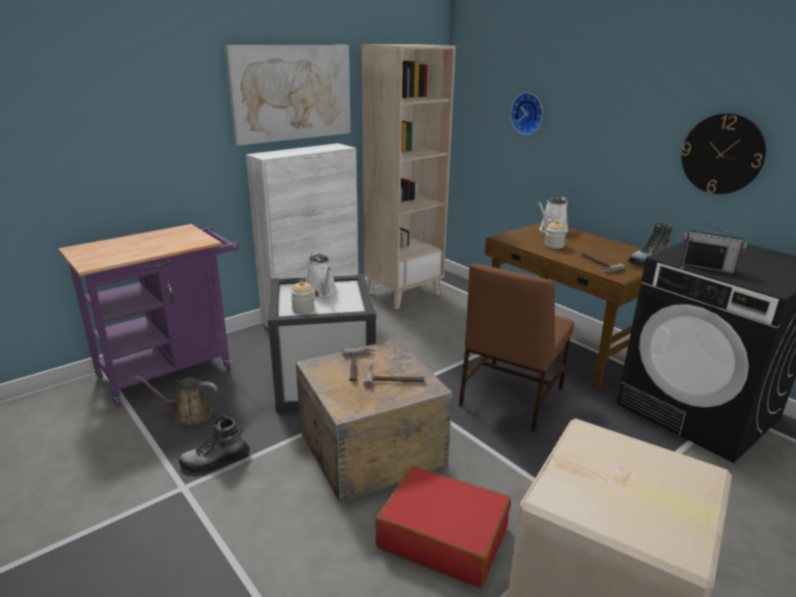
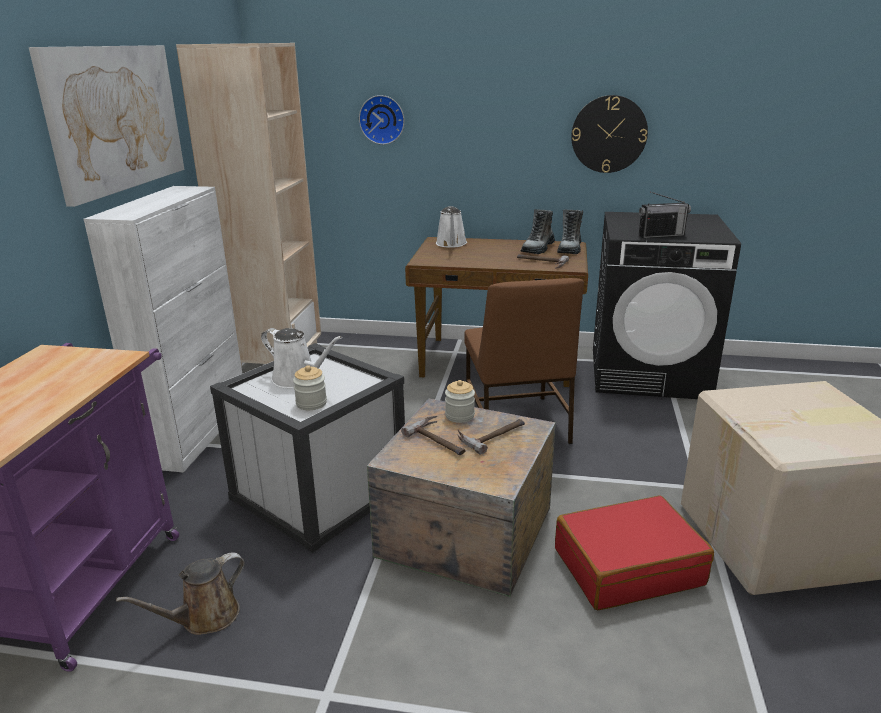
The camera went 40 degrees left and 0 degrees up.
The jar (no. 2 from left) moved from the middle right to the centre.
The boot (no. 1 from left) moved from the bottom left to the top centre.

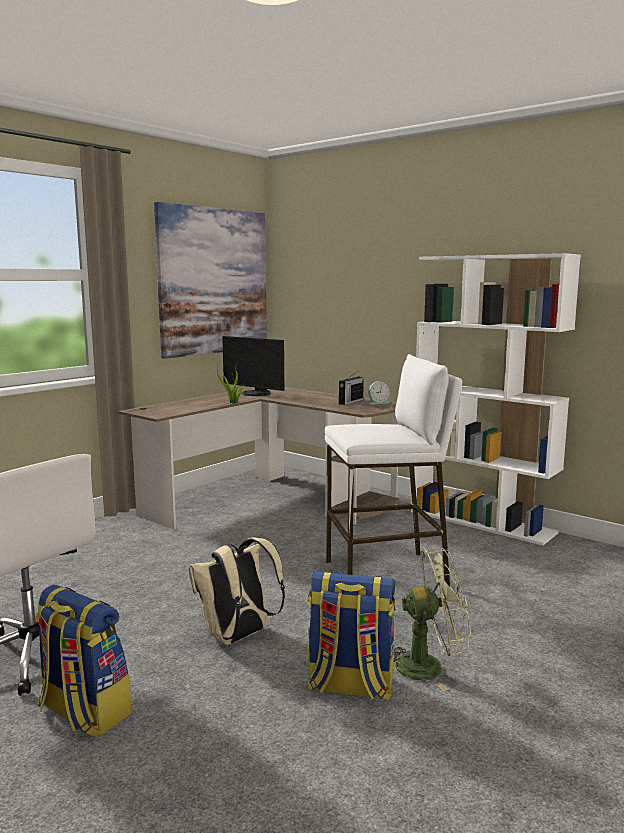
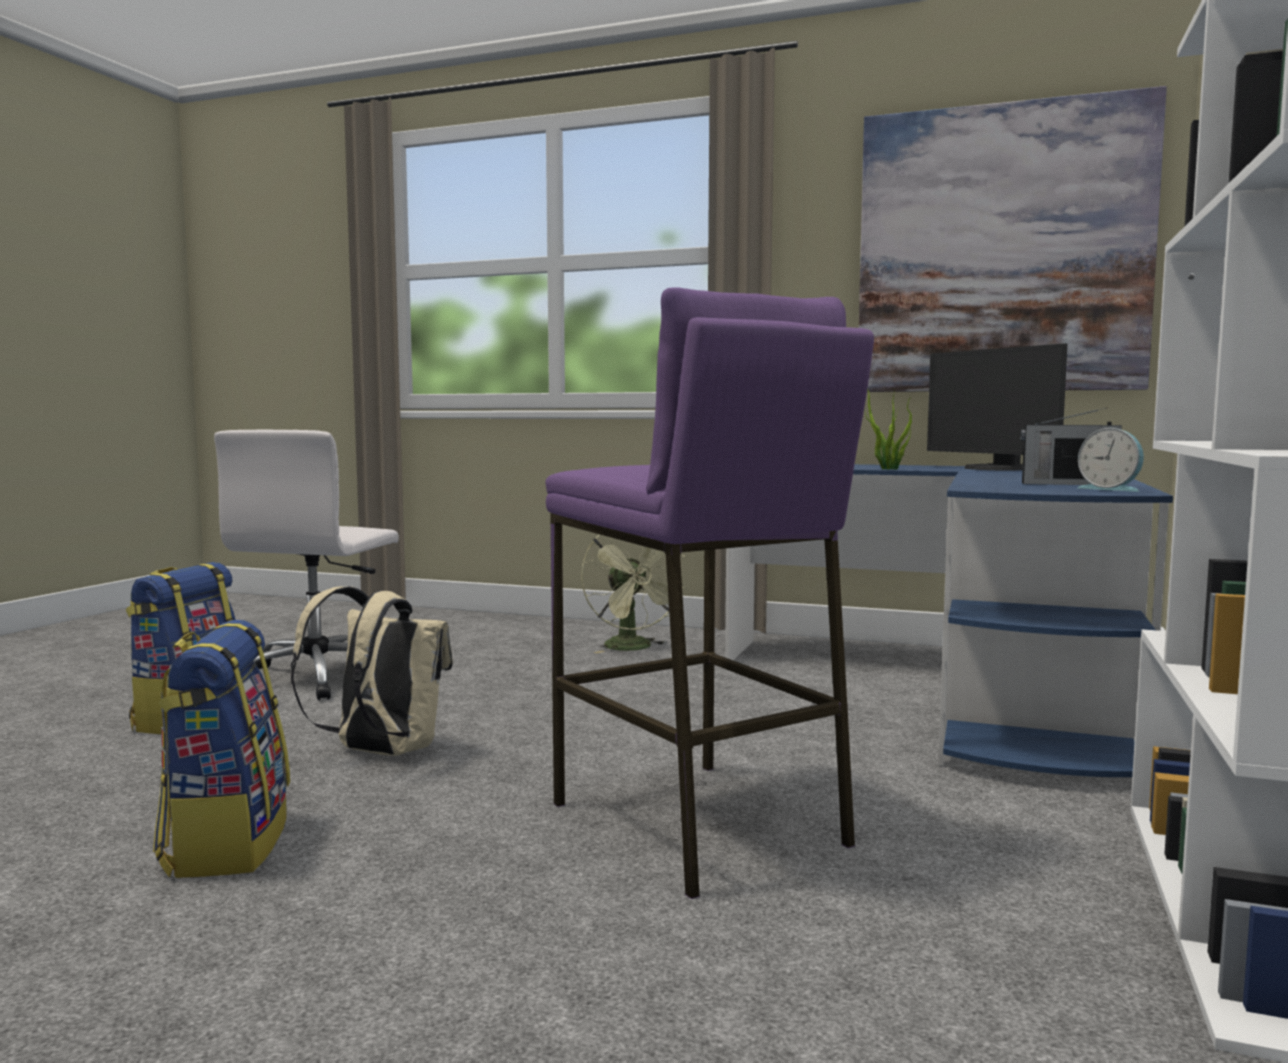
The camera went 70 degrees right and 5 degrees down.
The white stool at the centre became the purple stool at the centre.
The green fan moved from the bottom right to the centre.
The brown desk at the centre became the blue desk at the middle right.
The monitor at the centre turned 45 degrees counterclockwise.

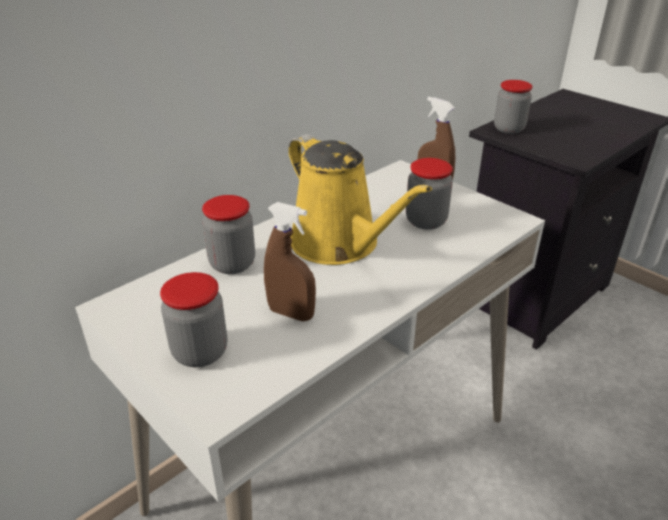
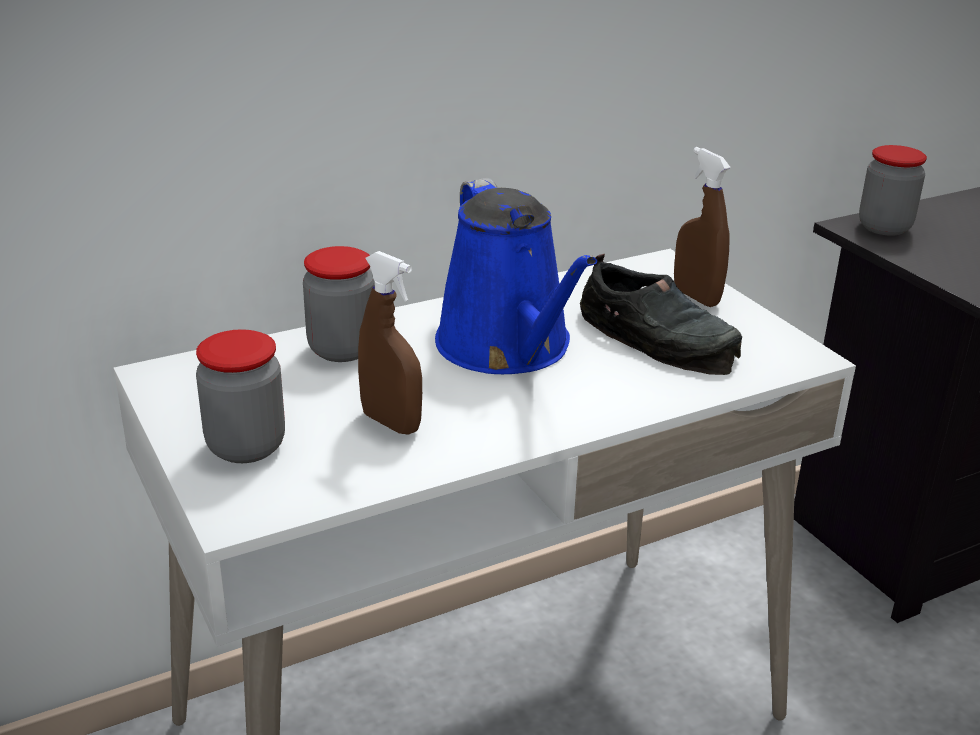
The camera went 15 degrees right and 5 degrees down.
The yellow watering can at the centre became the blue watering can at the centre.
The jar (no. 3 from left) at the centre was replaced by the black shoe at the middle right.

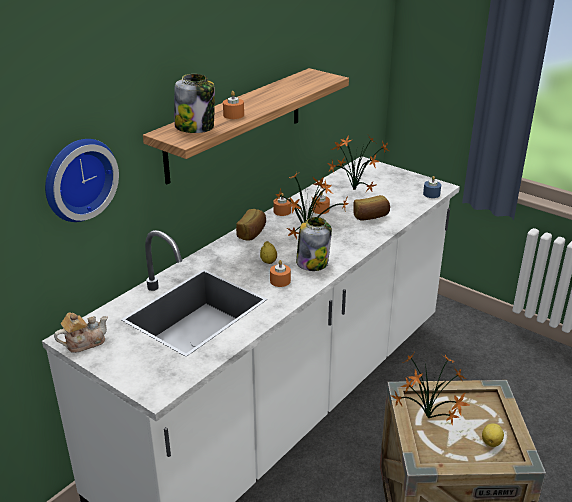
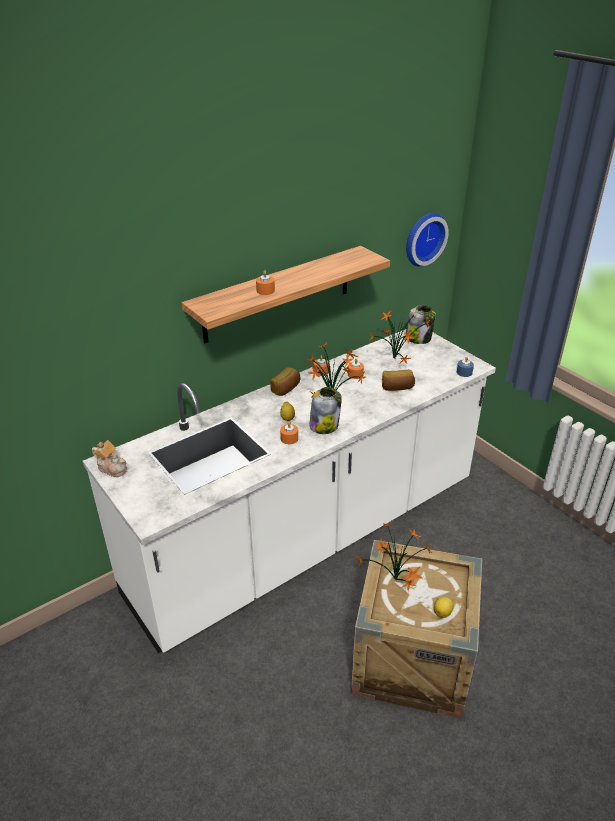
The camera went 15 degrees right and 5 degrees up.
The teapot at the middle left turned 45 degrees clockwise.
The wall clock moved from the middle left to the top right.
The jar (no. 1 from left in the first image) moved from the top centre to the middle right.

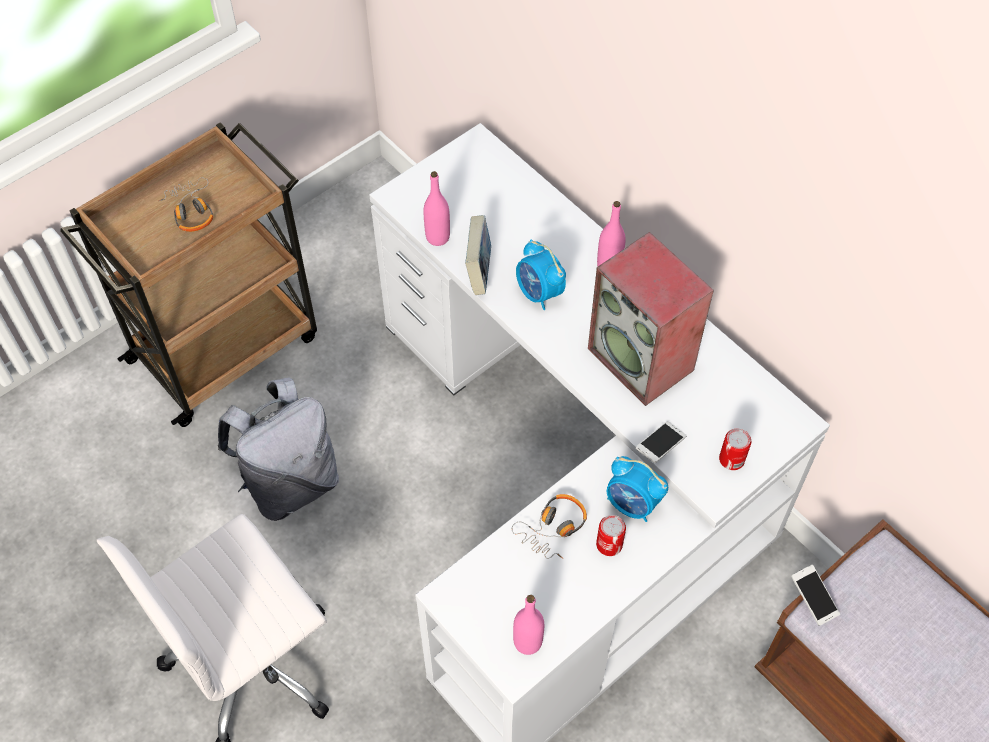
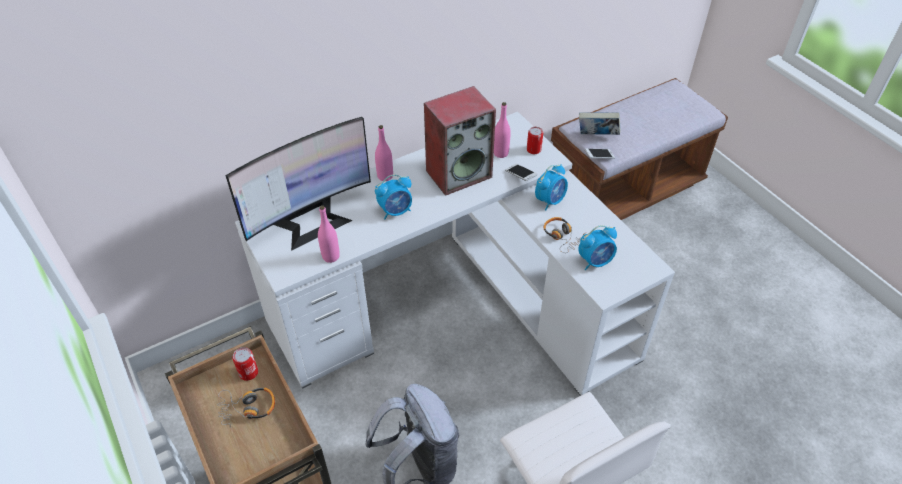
The camera went 80 degrees left and 10 degrees down.
The monitor at the middle left appeared.
The can (no. 1 from left) moved from the bottom centre to the bottom left.
The pink bottle (no. 2 from left in the first image) moved from the bottom centre to the top centre.
The alarm clock (no. 3 from left) at the centre appeared.
The book moved from the centre to the top centre.

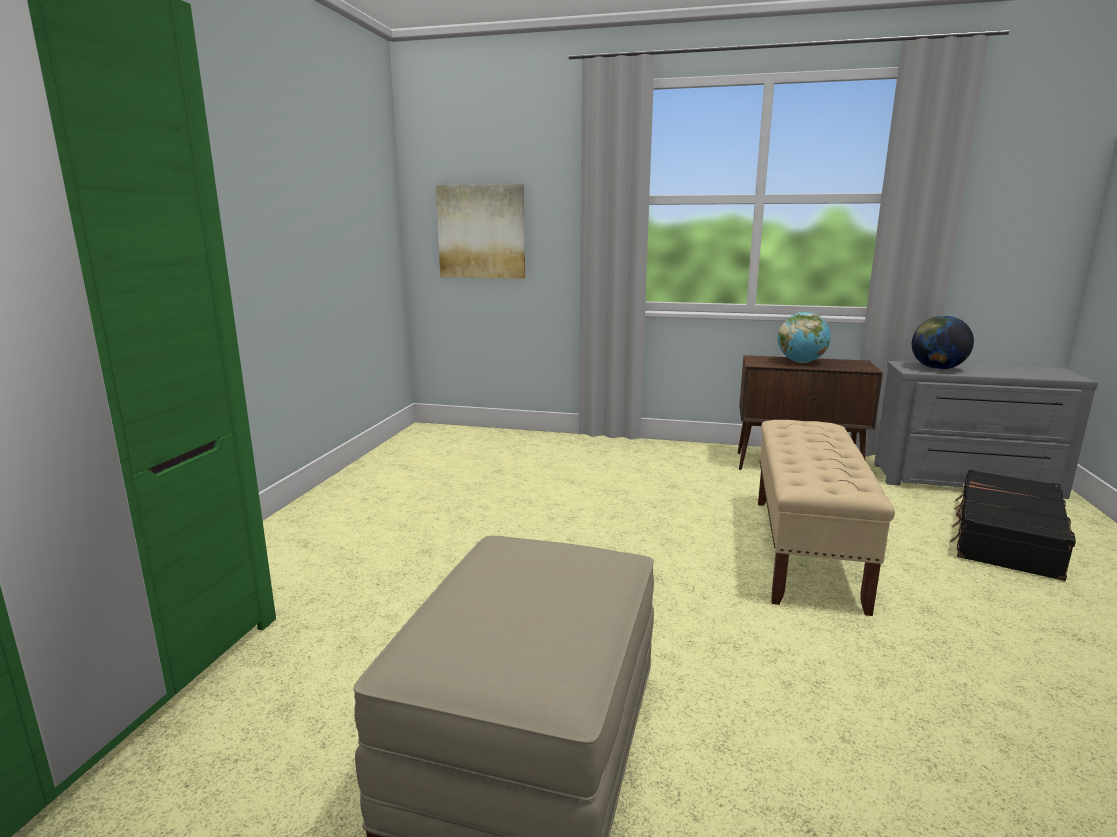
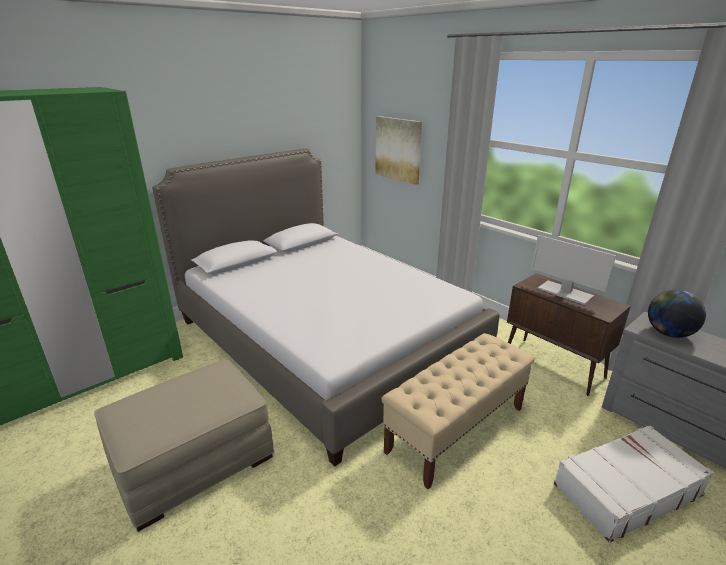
The camera went 35 degrees right and 10 degrees up.
The bed at the centre appeared.
The globe (no. 1 from left) at the middle right was replaced by the monitor at the middle right.
The black suitcase at the middle right became the white suitcase at the bottom right.

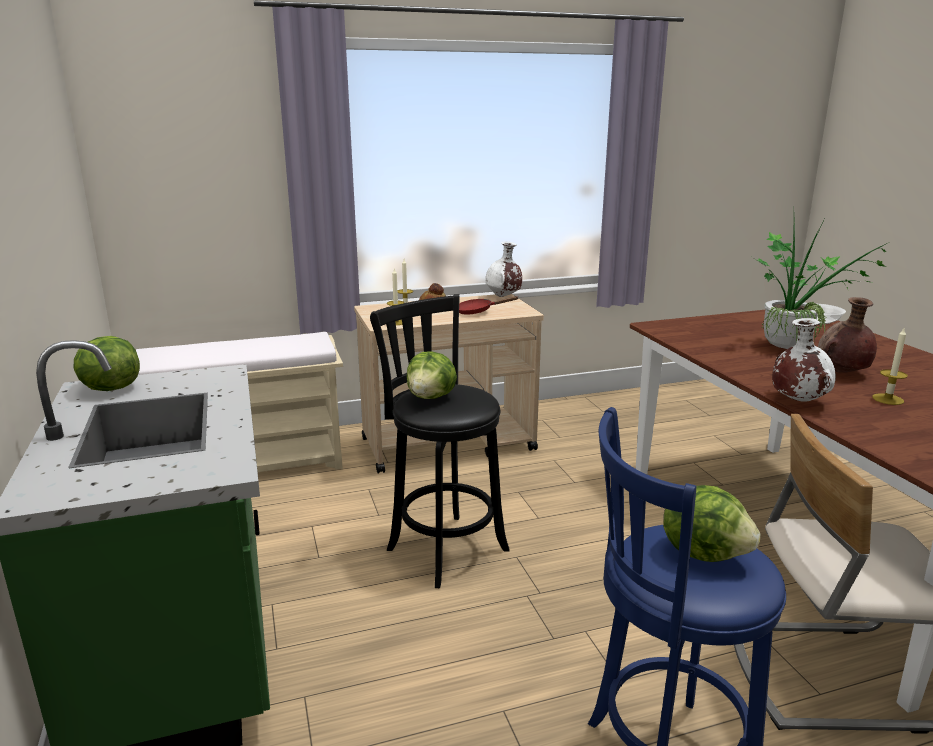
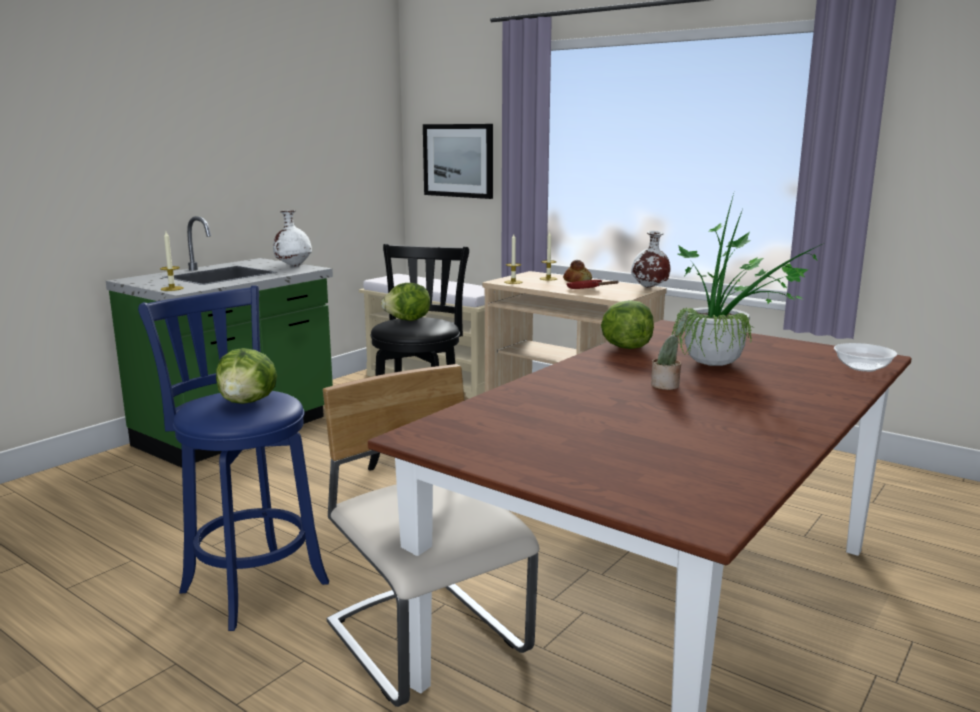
The camera went 55 degrees right and 5 degrees down.
The candle (no. 3 from left in the first image) moved from the middle right to the middle left.
The white vase (no. 2 from left in the first image) moved from the middle right to the middle left.
The picture at the top centre appeared.
The lettuce (no. 1 from left in the first image) moved from the middle left to the centre.
The brown vase at the middle right was replaced by the potted plant (no. 1 from left) at the middle right.

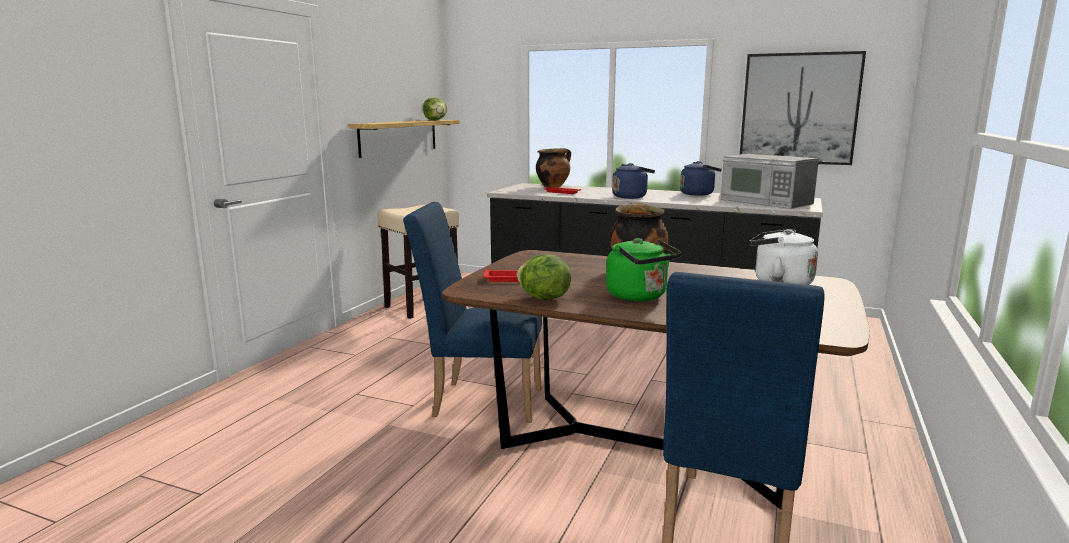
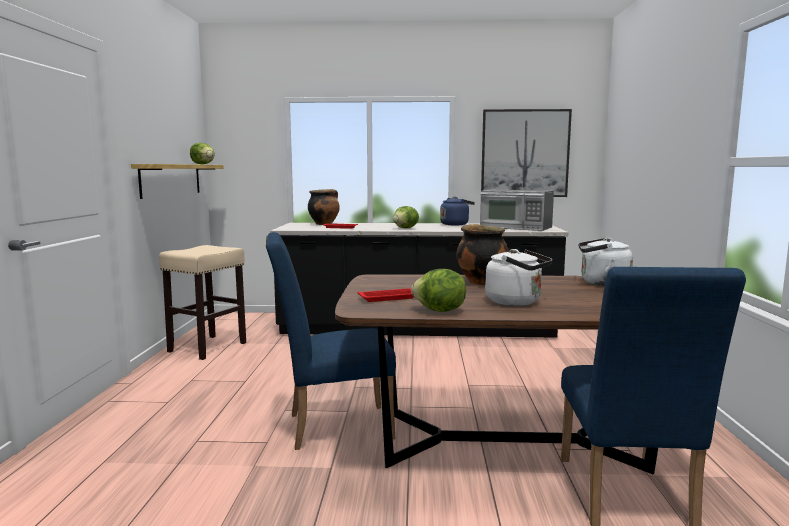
The camera went 20 degrees left and 5 degrees down.
The blue kettle (no. 1 from left) at the centre was replaced by the lettuce (no. 2 from left) at the centre.
The green kettle at the centre became the white kettle (no. 1 from left) at the centre.

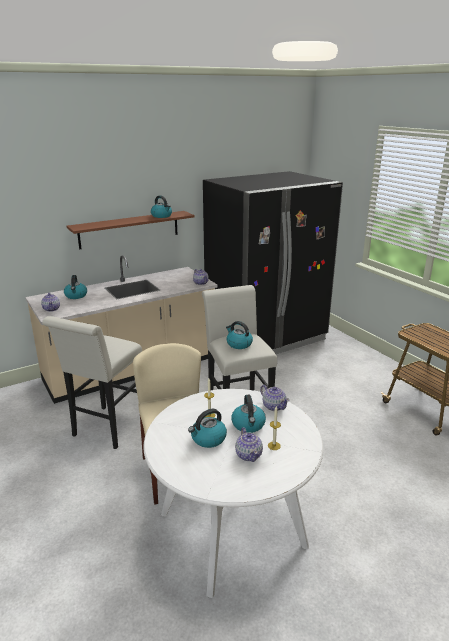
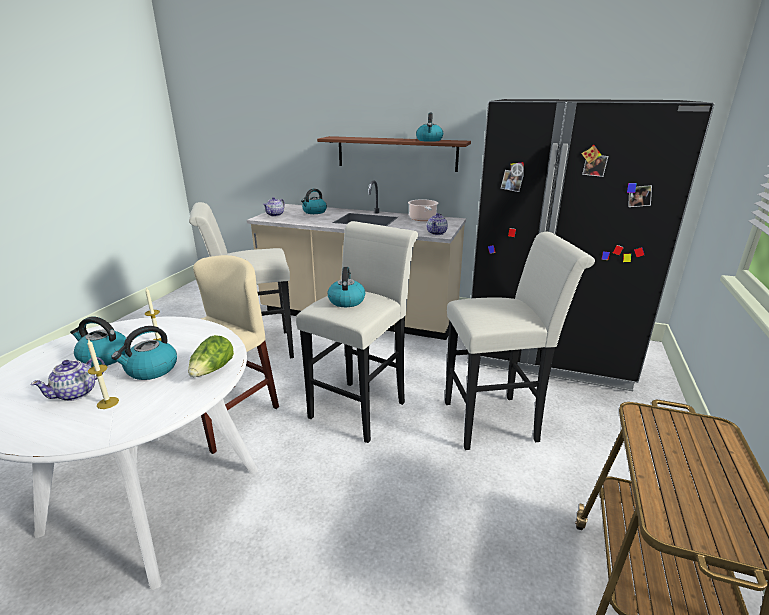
The camera went 50 degrees right and 0 degrees up.
The teapot (no. 4 from left) at the centre was replaced by the lettuce at the middle left.
The cooking pot at the centre appeared.
The white stool (no. 3 from left) at the middle right appeared.

